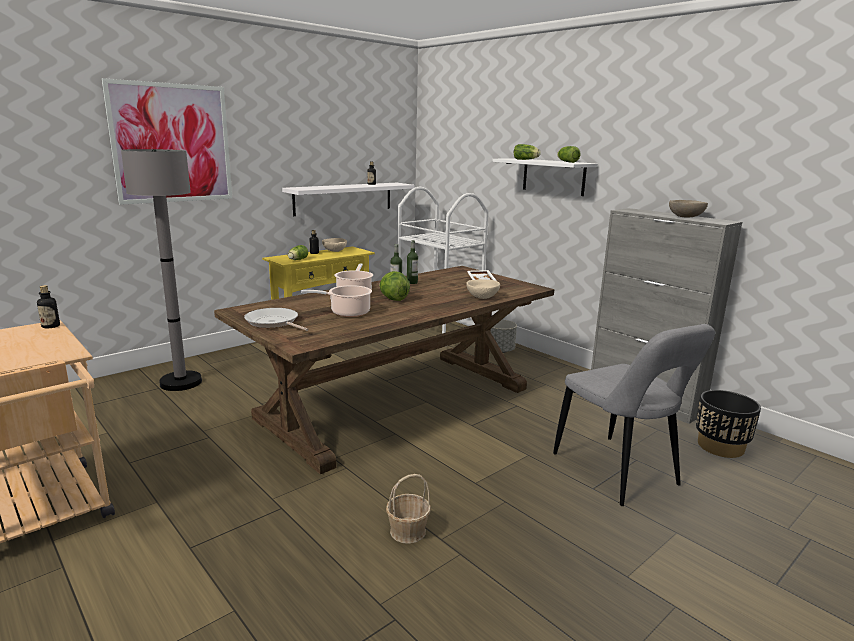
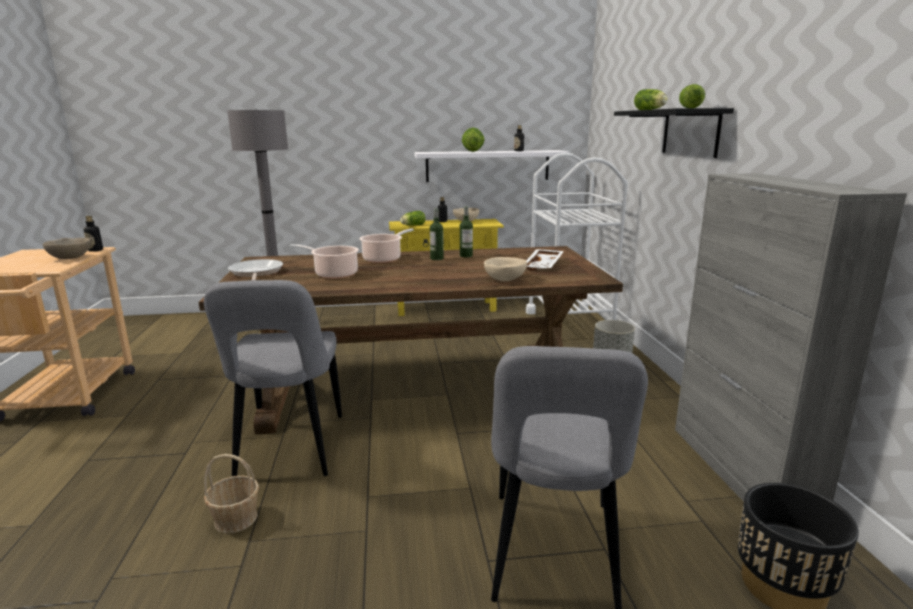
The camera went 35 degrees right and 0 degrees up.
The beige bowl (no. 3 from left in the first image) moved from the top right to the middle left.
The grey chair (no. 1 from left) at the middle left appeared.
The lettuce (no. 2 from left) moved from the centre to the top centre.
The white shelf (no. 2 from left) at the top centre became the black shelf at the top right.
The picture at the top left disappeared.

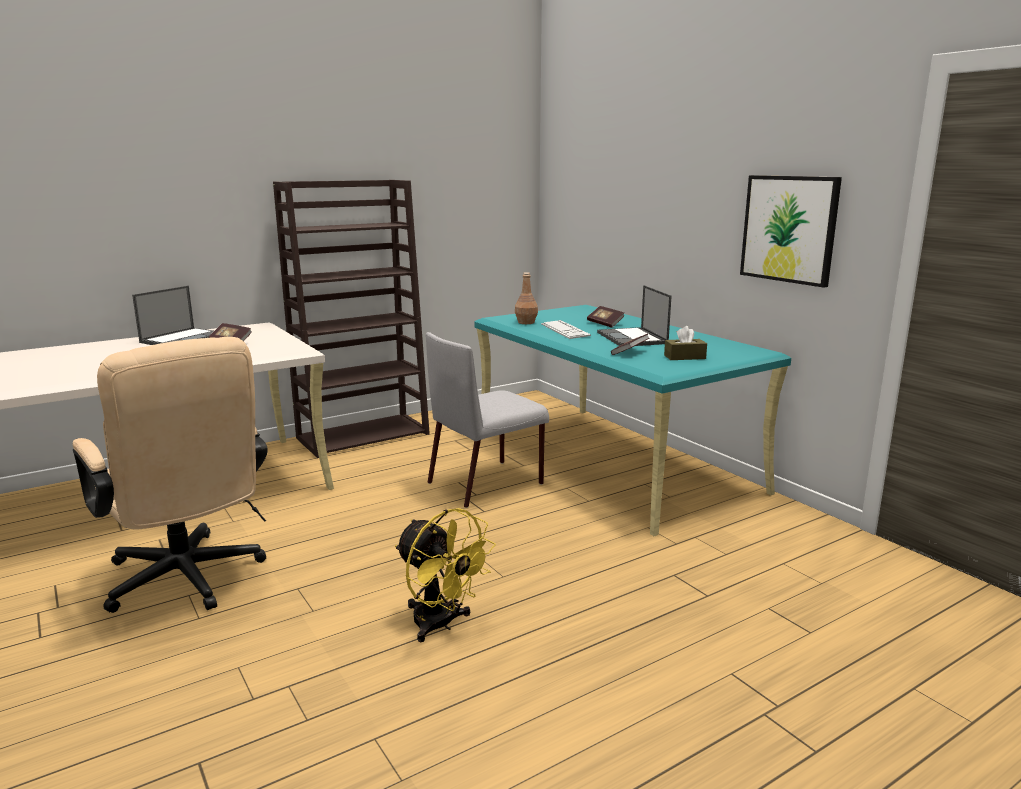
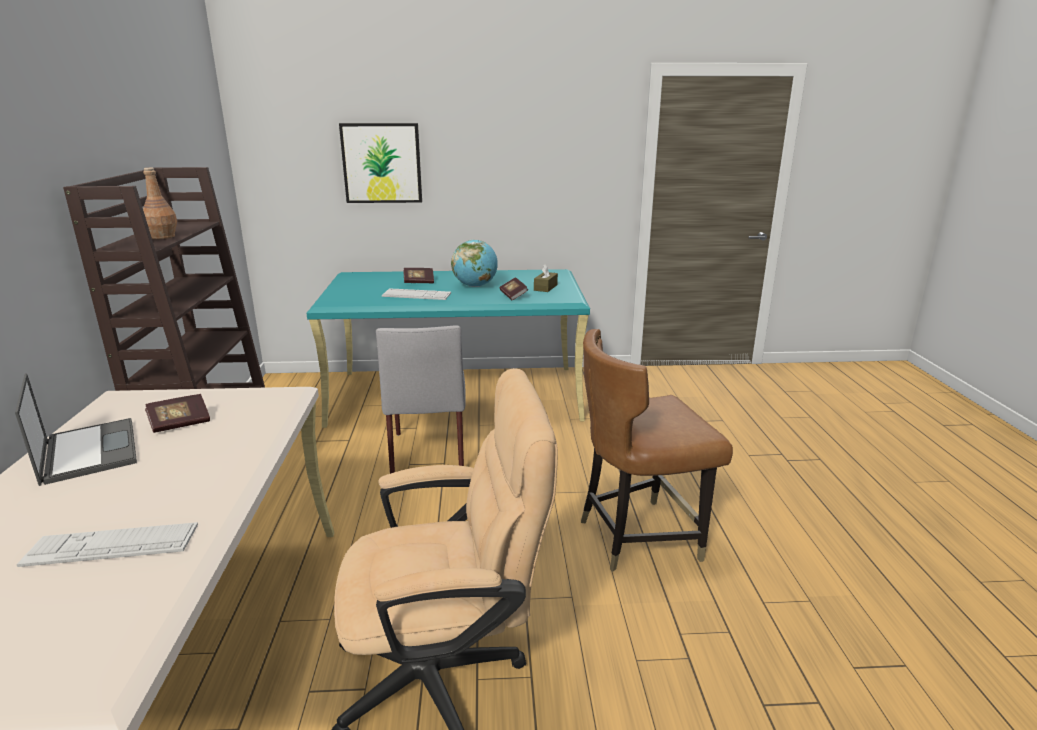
The camera went 60 degrees left and 5 degrees up.
The keyboard (no. 1 from left) at the bottom left appeared.
The brown bottle moved from the centre to the top left.
The picture moved from the top right to the top centre.
The laptop (no. 2 from left) at the centre was replaced by the globe at the centre.
The yellow fan at the bottom centre was replaced by the brown chair at the centre.

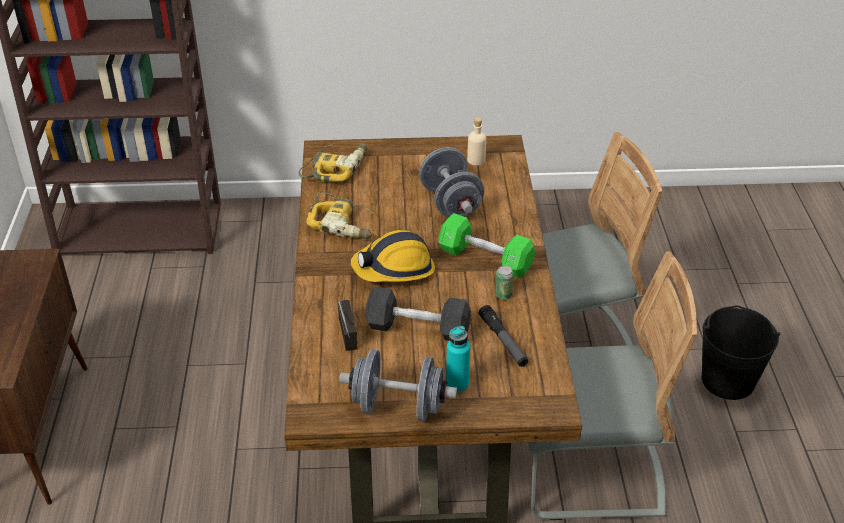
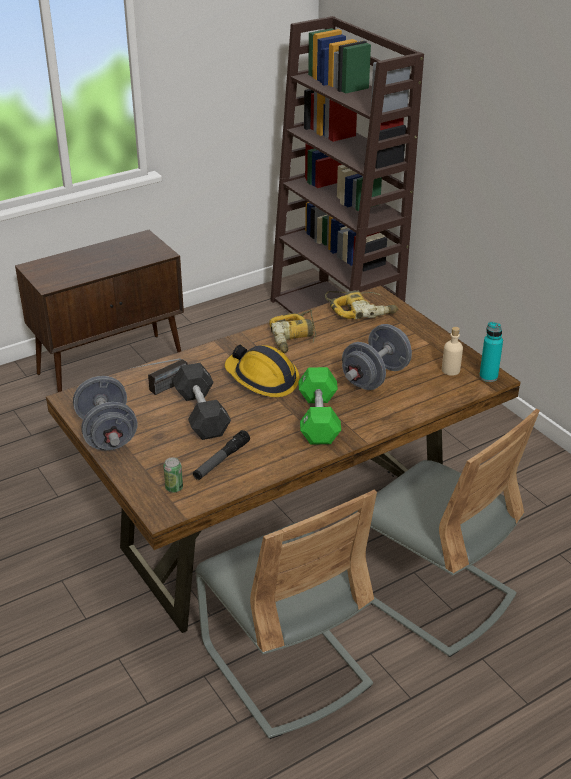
The camera went 60 degrees right and 5 degrees down.
The can moved from the centre to the middle left.
The turquoise bottle moved from the bottom centre to the middle right.
The black bucket at the bottom right disappeared.

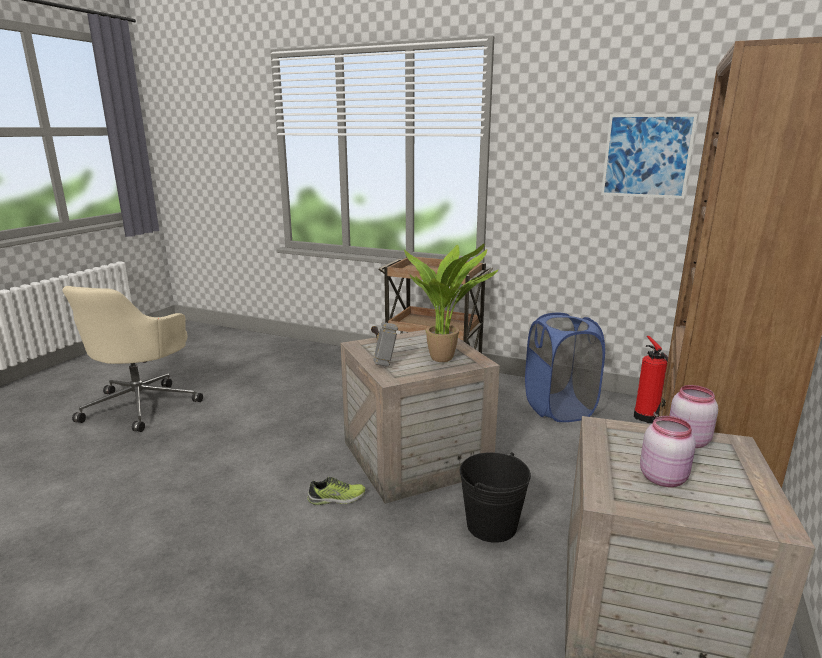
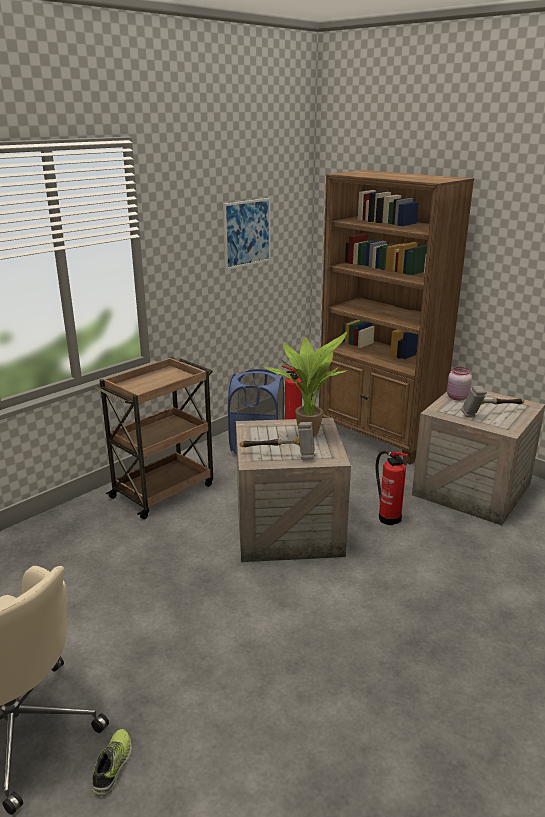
The camera went 70 degrees left and 5 degrees up.
The shoe moved from the bottom centre to the bottom left.
The black bucket at the bottom centre was replaced by the fire extinguisher (no. 2 from left) at the middle right.
The pink jar (no. 1 from left) at the bottom right was replaced by the hammer (no. 2 from left) at the middle right.

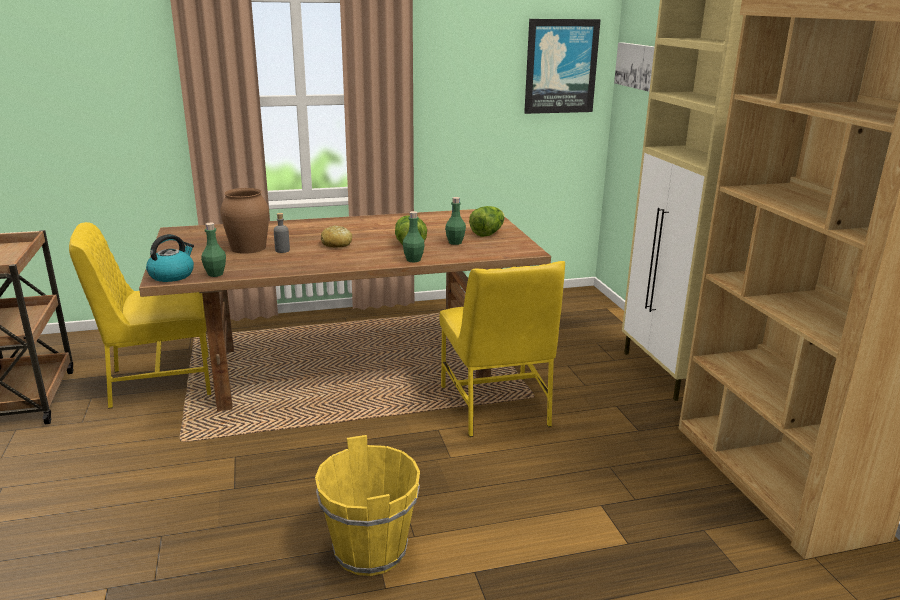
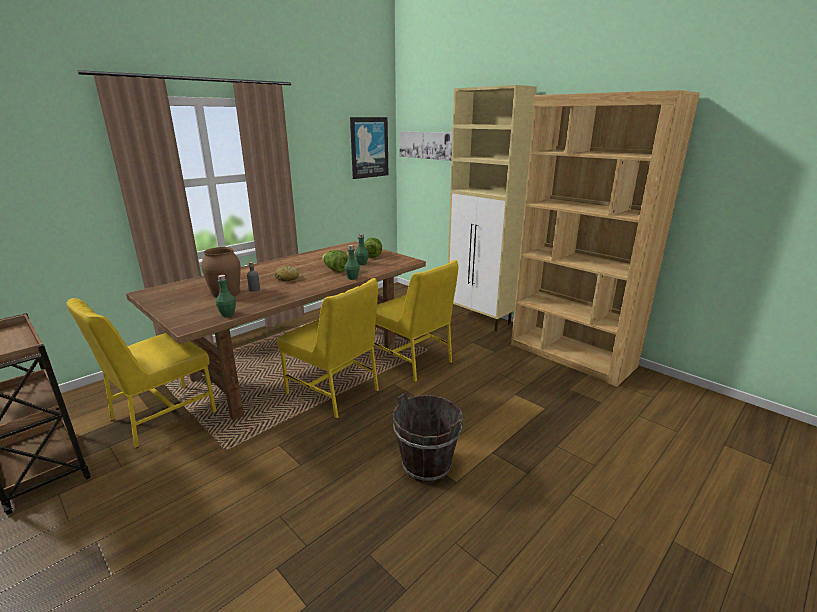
The camera went 30 degrees left and 0 degrees up.
The yellow chair (no. 2 from left) at the centre appeared.
The yellow bucket at the bottom centre became the brown bucket at the bottom centre.
The kettle at the middle left disappeared.

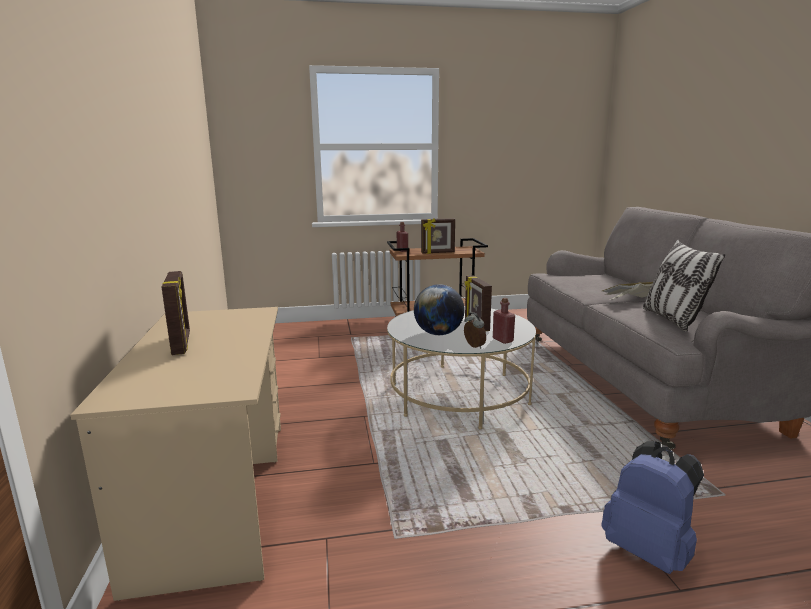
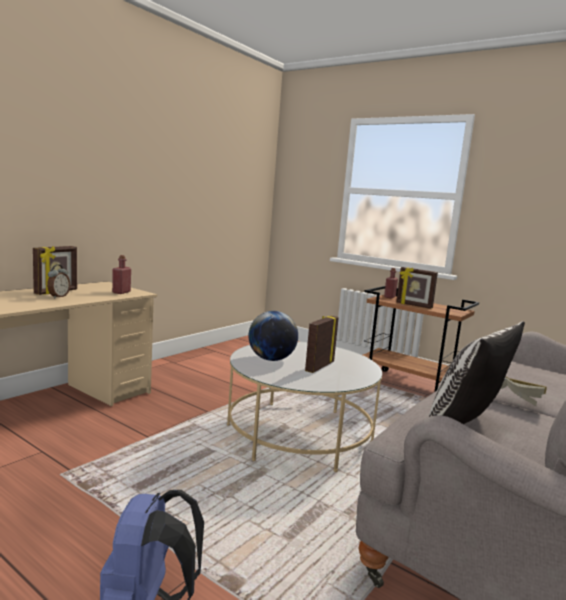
The camera went 45 degrees right and 5 degrees down.
The alarm clock moved from the centre to the middle left.
The red bottle (no. 2 from left in the first image) moved from the centre to the middle left.

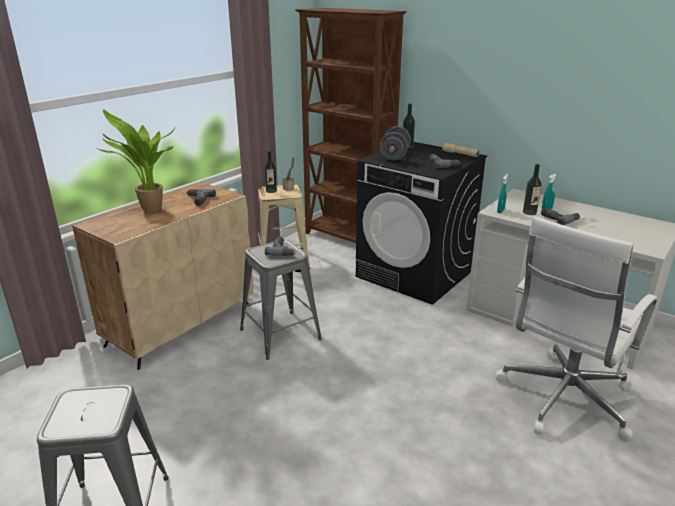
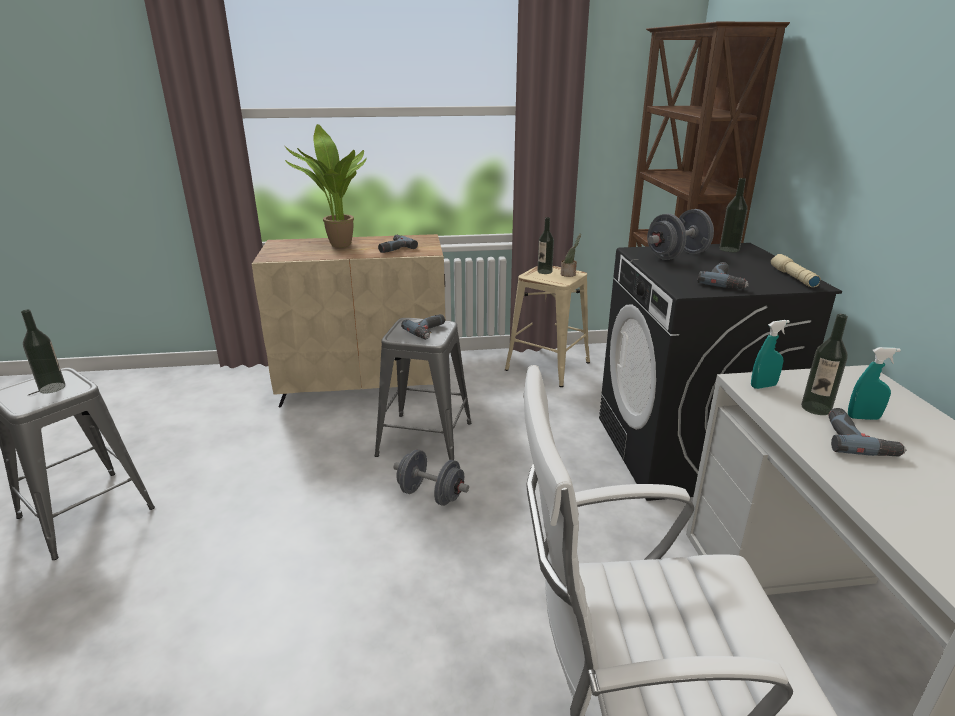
The camera went 45 degrees right and 0 degrees up.
The bottle (no. 1 from left) at the middle left appeared.
The grey dumbbell (no. 1 from left) at the centre appeared.

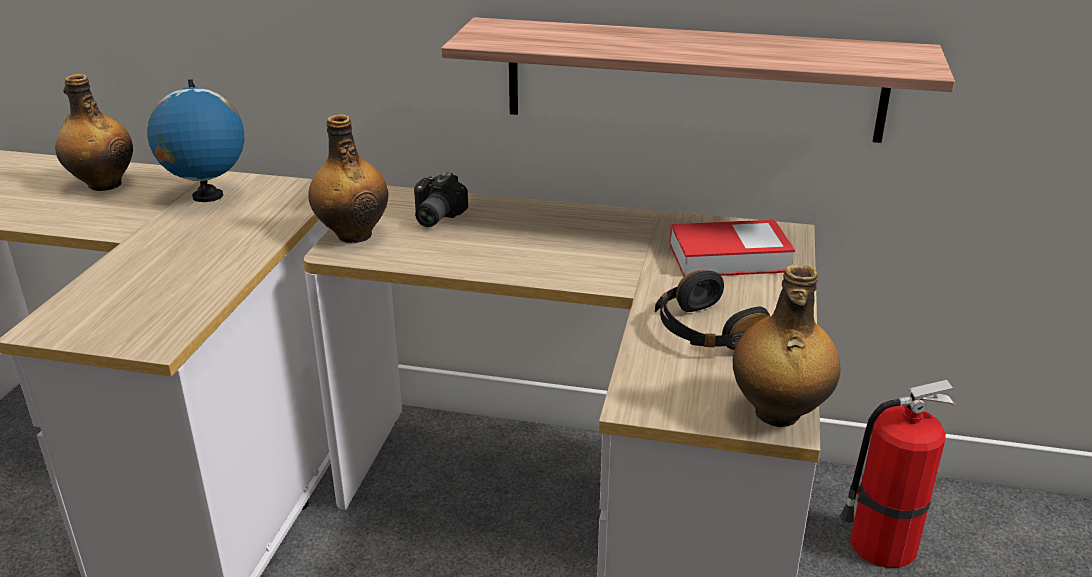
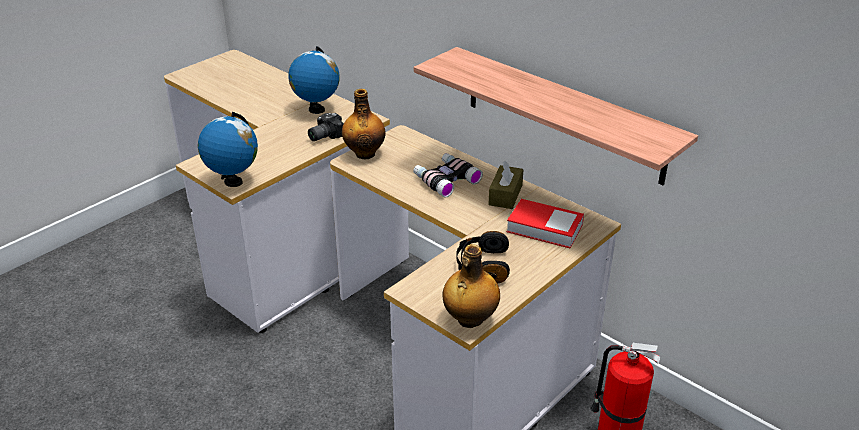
The camera went 30 degrees right and 5 degrees up.
The globe (no. 1 from left) at the middle left appeared.
The photo camera moved from the centre to the top centre.
The binoculars at the centre appeared.
The brown tissue box at the centre appeared.
The bottle (no. 1 from left) at the top left disappeared.

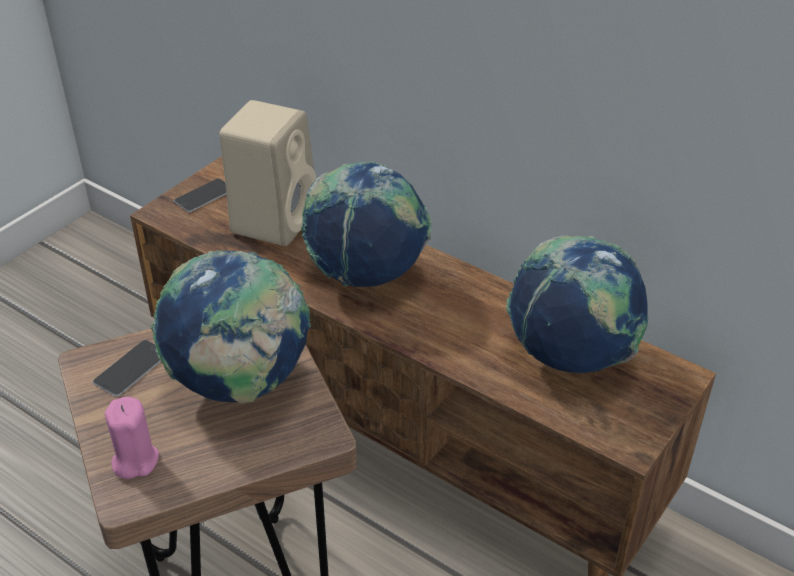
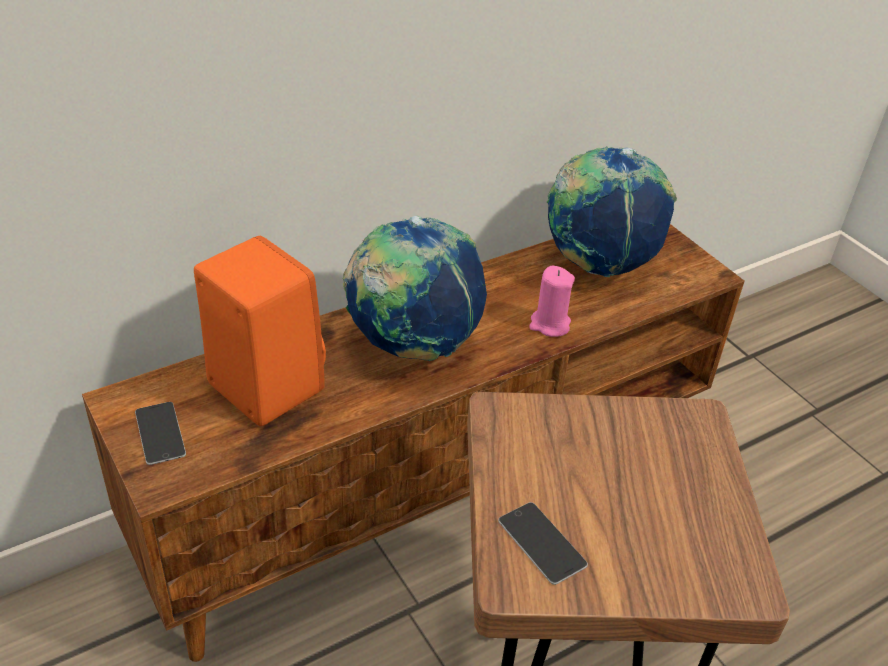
The camera went 70 degrees left and 0 degrees up.
The beige speaker at the top centre became the orange speaker at the middle left.
The pink candle moved from the bottom left to the centre.
The globe (no. 1 from left) at the middle left disappeared.

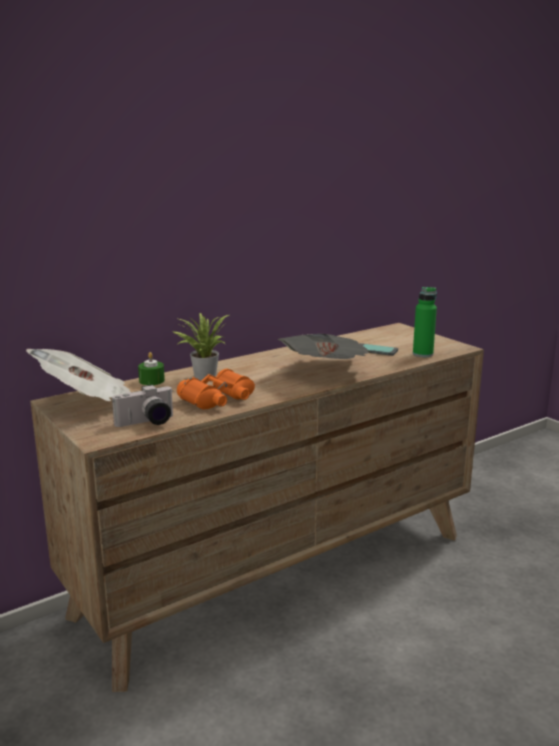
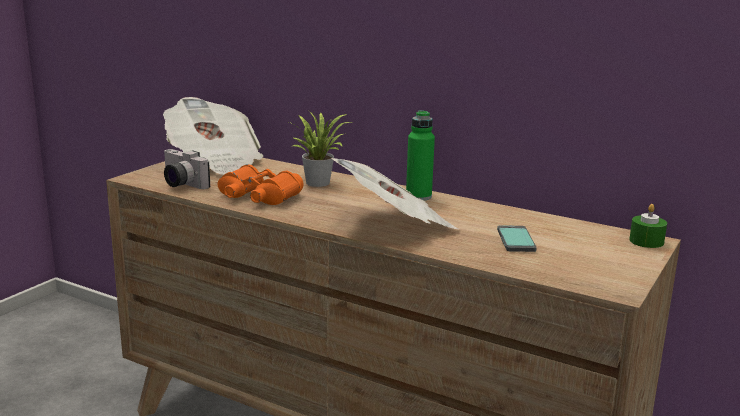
The camera went 65 degrees right and 0 degrees up.
The green bottle moved from the middle right to the centre.
The green candle moved from the middle left to the middle right.

